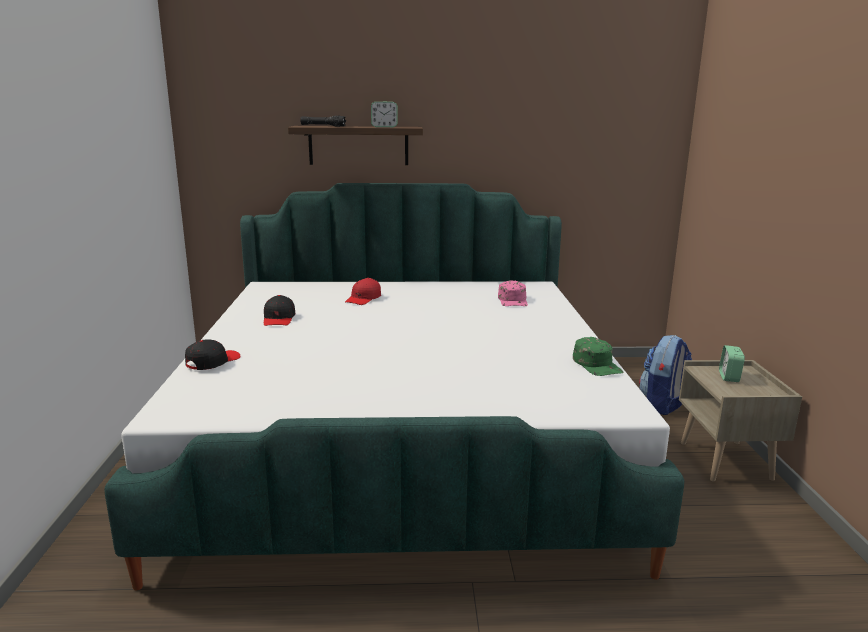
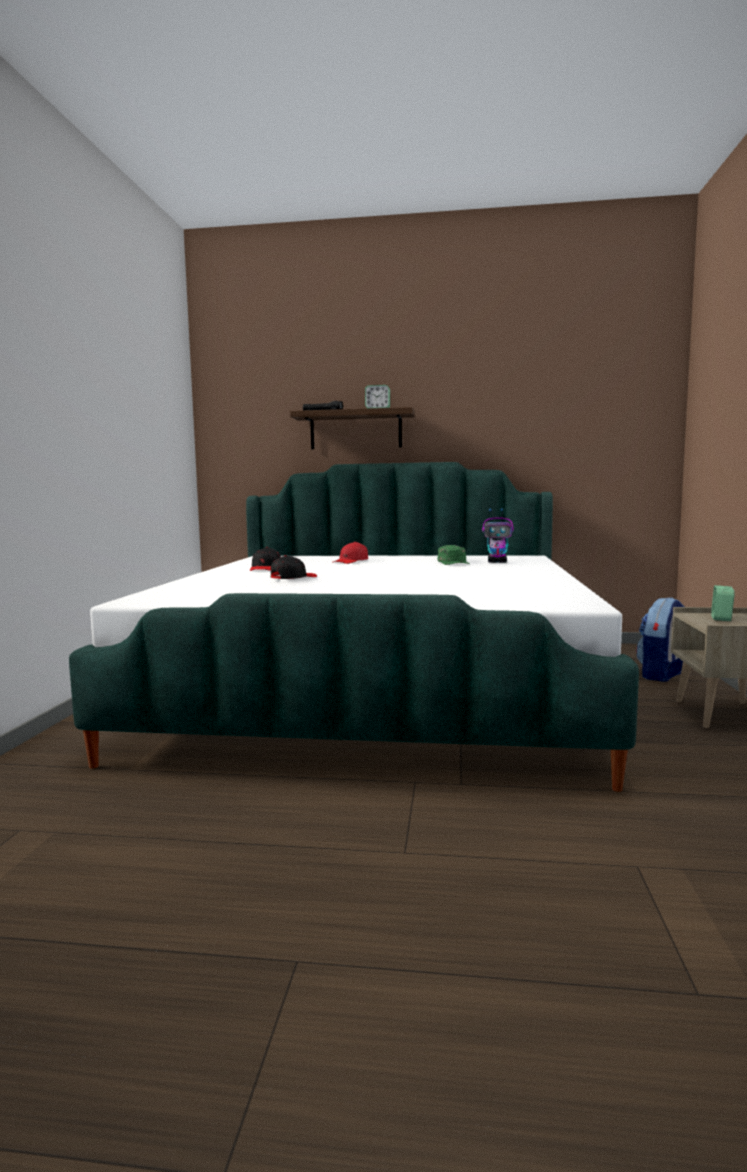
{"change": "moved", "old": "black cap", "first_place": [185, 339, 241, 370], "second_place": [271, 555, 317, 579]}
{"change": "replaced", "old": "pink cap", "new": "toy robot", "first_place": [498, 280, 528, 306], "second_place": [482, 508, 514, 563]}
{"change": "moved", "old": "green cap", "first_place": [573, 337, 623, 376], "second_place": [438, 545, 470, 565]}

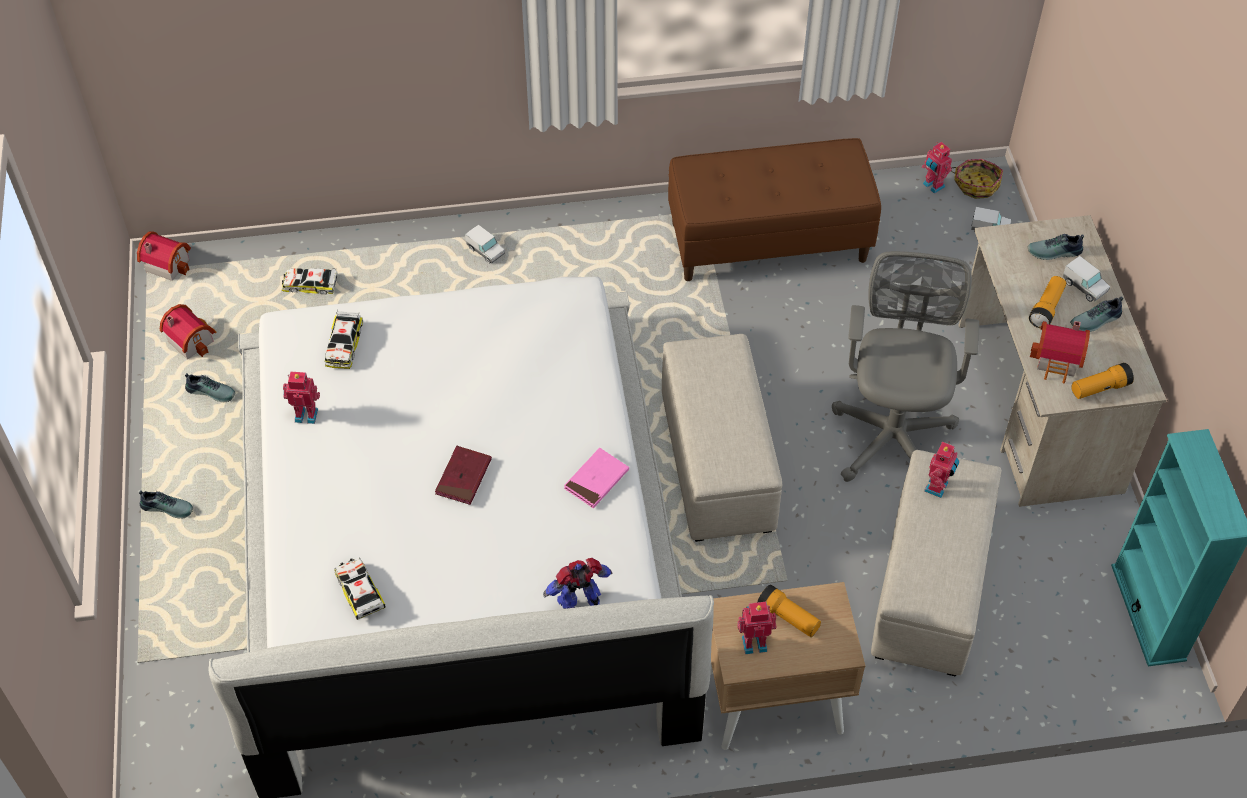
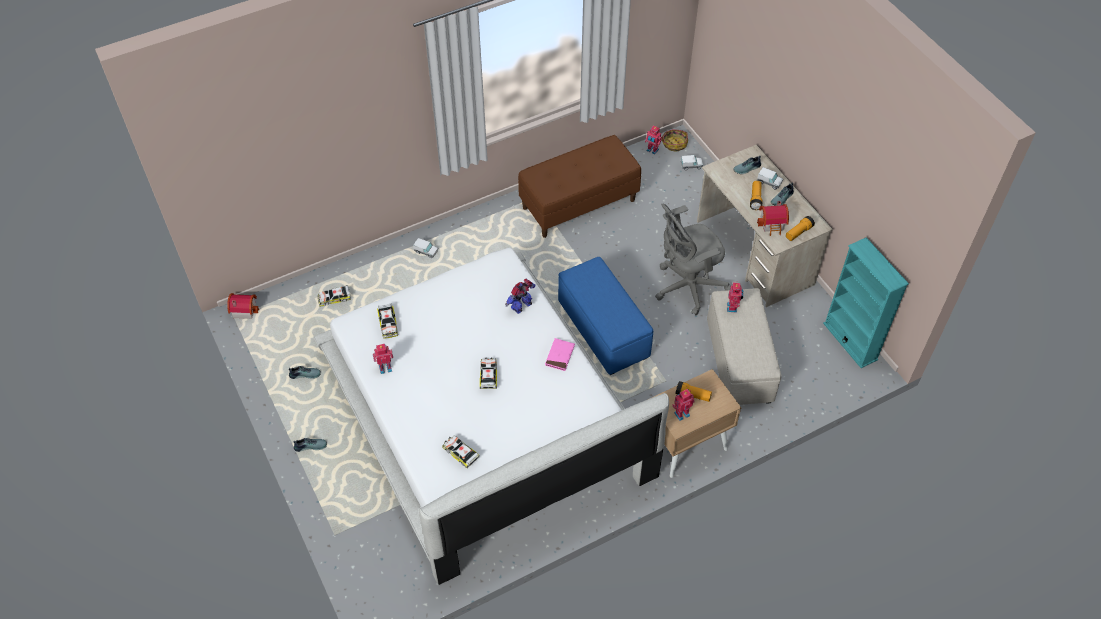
{"change": "removed", "old": "toy house", "first_place": [160, 304, 216, 359]}
{"change": "replaced", "old": "red book", "new": "toy car", "first_place": [435, 446, 492, 505], "second_place": [480, 357, 497, 389]}
{"change": "moved", "old": "toy robot", "first_place": [543, 558, 613, 609], "second_place": [505, 279, 535, 314]}
{"change": "recoloured", "old": "beige ottoman", "new": "blue ottoman", "first_place": [662, 334, 782, 542], "second_place": [558, 257, 653, 375]}
{"change": "turned", "old": "grey office chair", "first_place": [832, 251, 979, 482], "second_place": [655, 204, 731, 315], "degrees": -105}

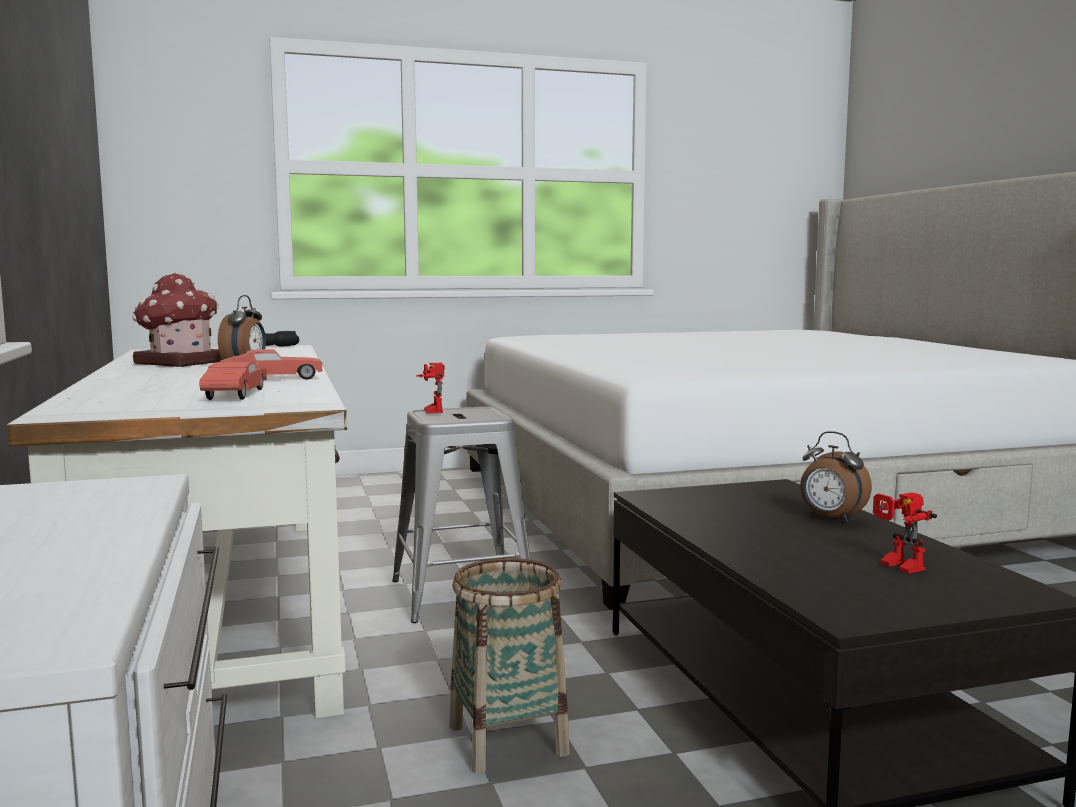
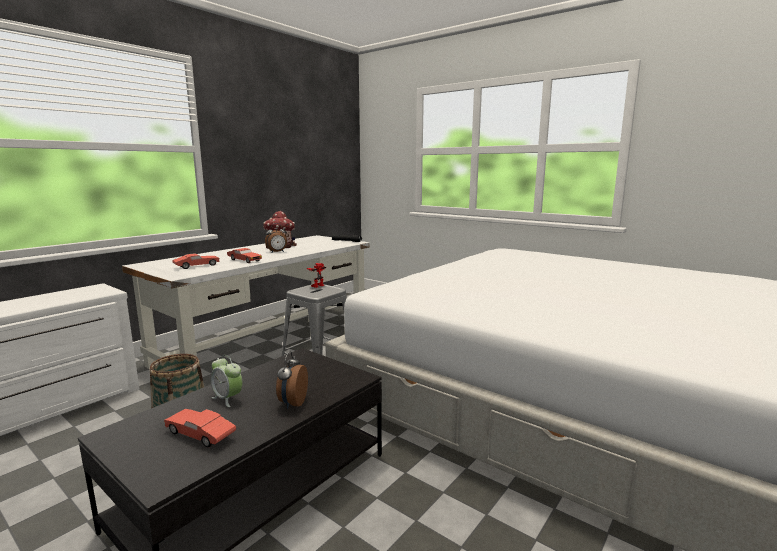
{"change": "replaced", "old": "toy robot", "new": "red toy car", "first_place": [873, 492, 937, 574], "second_place": [164, 409, 236, 447]}
{"change": "added", "new": "alarm clock", "second_place": [211, 355, 242, 407]}

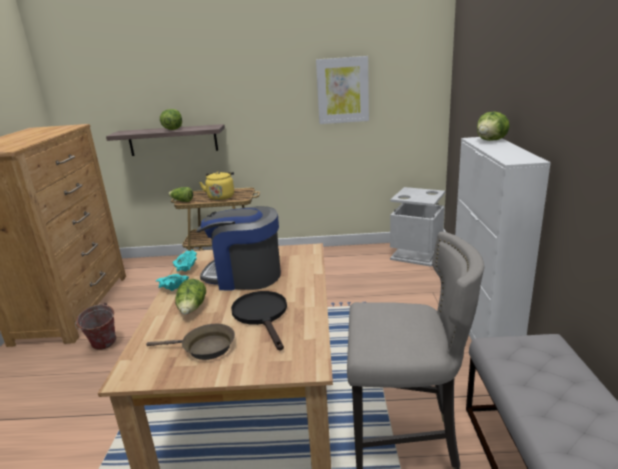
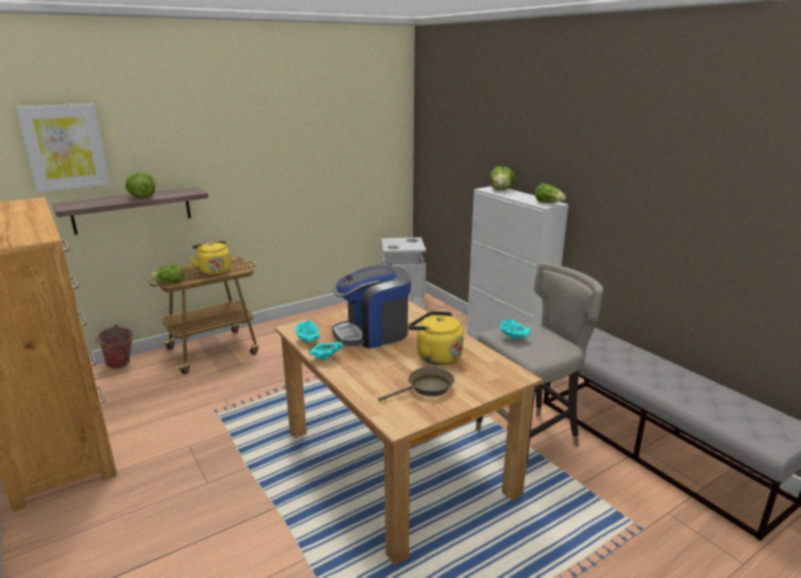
{"change": "moved", "old": "bucket", "first_place": [75, 302, 116, 350], "second_place": [95, 325, 133, 368]}
{"change": "moved", "old": "lettuce", "first_place": [175, 279, 206, 315], "second_place": [535, 183, 566, 203]}
{"change": "replaced", "old": "black frying pan", "new": "yellow kettle", "first_place": [231, 291, 287, 351], "second_place": [408, 311, 464, 365]}
{"change": "moved", "old": "picture", "first_place": [316, 56, 369, 124], "second_place": [16, 104, 110, 193]}
{"change": "added", "new": "turquoise bowl", "second_place": [500, 318, 531, 339]}

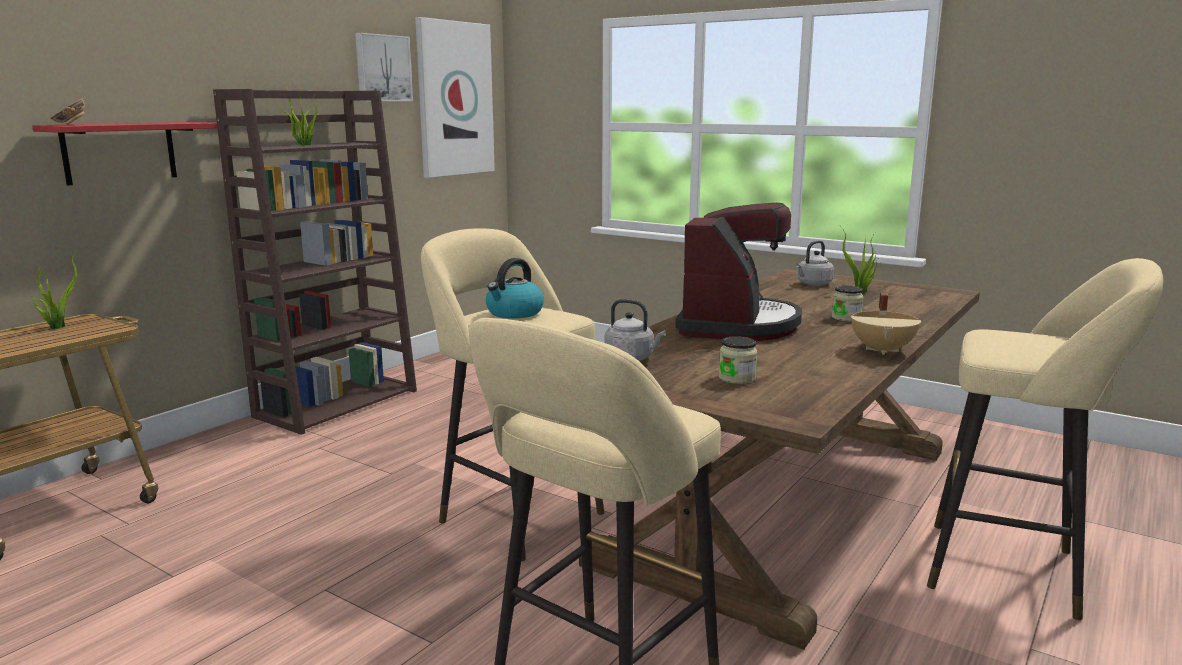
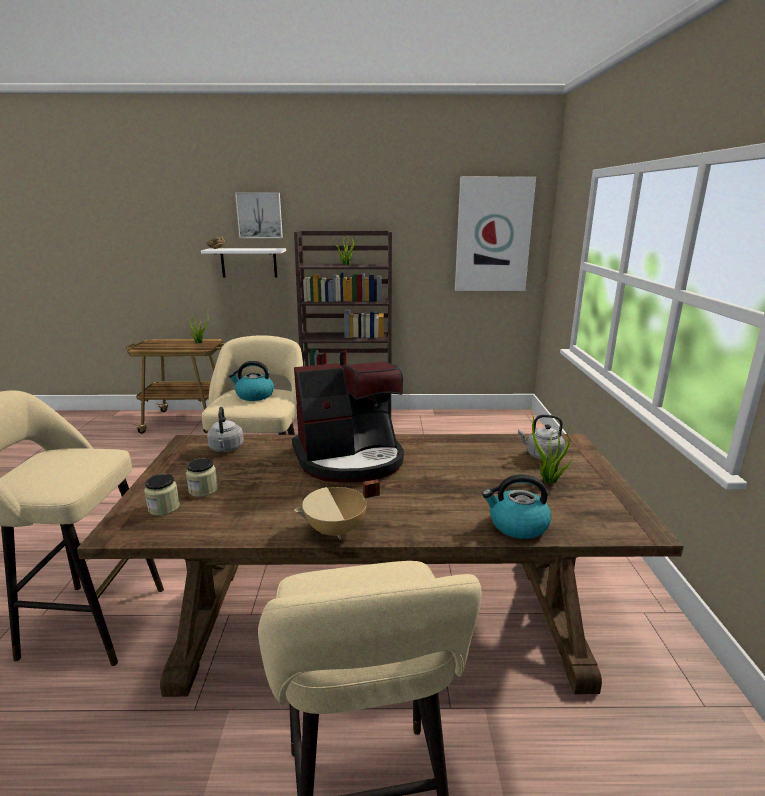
{"change": "recoloured", "old": "red shelf", "new": "white shelf", "first_place": [32, 122, 218, 186], "second_place": [201, 248, 286, 278]}
{"change": "moved", "old": "picture", "first_place": [355, 33, 413, 101], "second_place": [235, 192, 283, 238]}
{"change": "moved", "old": "jar", "first_place": [832, 285, 864, 321], "second_place": [144, 474, 180, 516]}
{"change": "added", "new": "kettle", "second_place": [482, 474, 551, 539]}

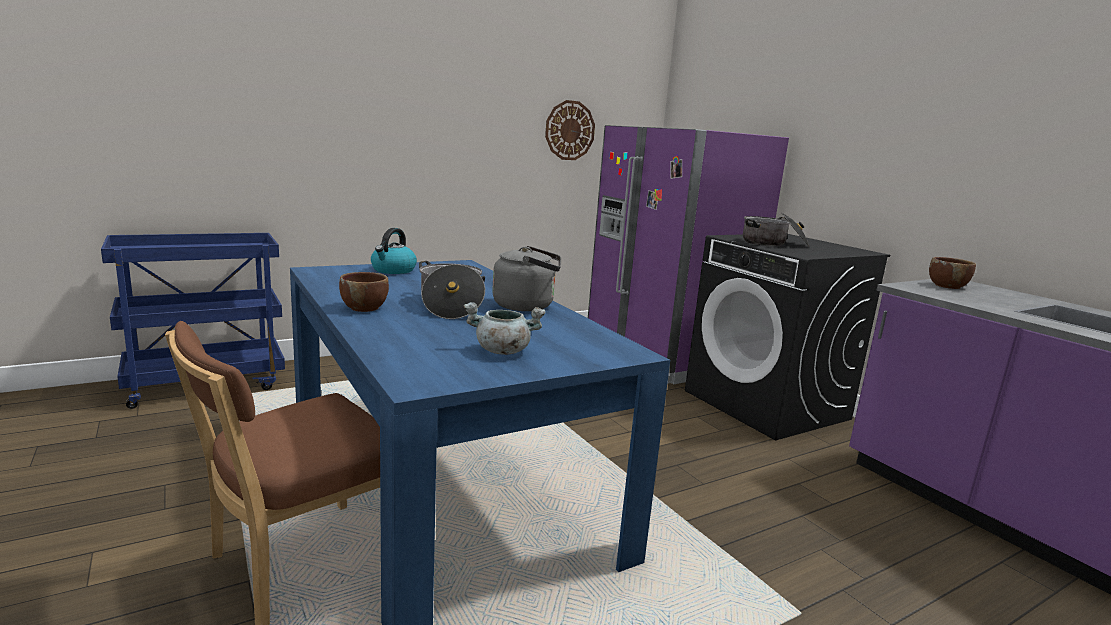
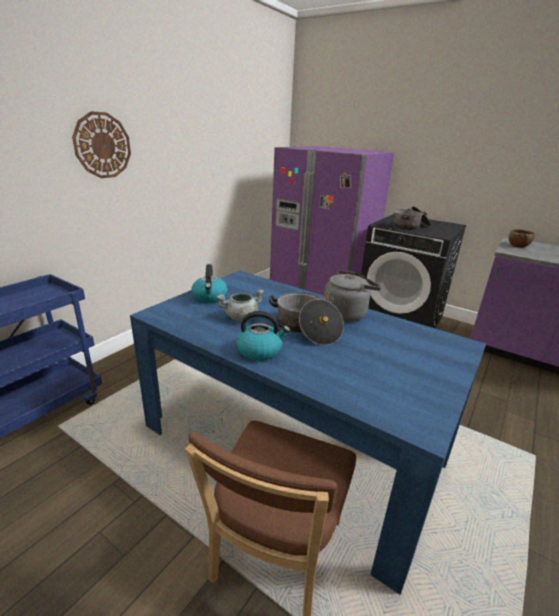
{"change": "replaced", "old": "brown bowl", "new": "kettle", "first_place": [339, 272, 389, 312], "second_place": [236, 311, 290, 361]}
{"change": "moved", "old": "grey cooking pot", "first_place": [464, 302, 545, 355], "second_place": [216, 289, 264, 321]}
{"change": "moved", "old": "wall clock", "first_place": [545, 100, 595, 160], "second_place": [72, 111, 131, 178]}

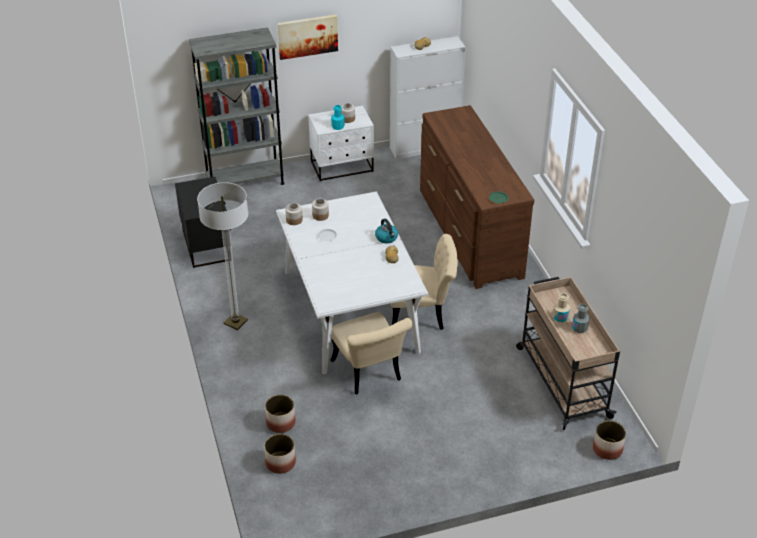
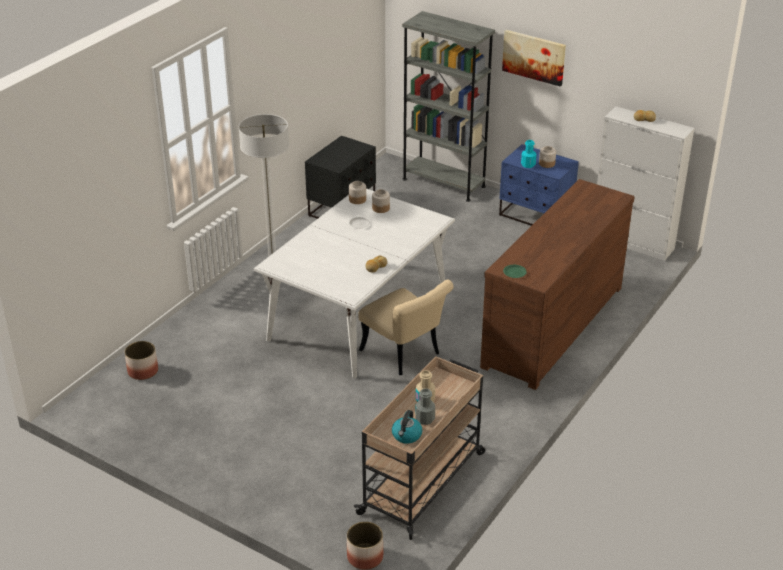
{"change": "removed", "old": "planter", "first_place": [265, 395, 295, 433]}
{"change": "recoloured", "old": "white nightstand", "new": "blue nightstand", "first_place": [308, 106, 374, 181], "second_place": [499, 144, 579, 226]}
{"change": "removed", "old": "beige chair", "first_place": [330, 312, 412, 395]}
{"change": "moved", "old": "kettle", "first_place": [375, 219, 398, 243], "second_place": [392, 410, 422, 444]}

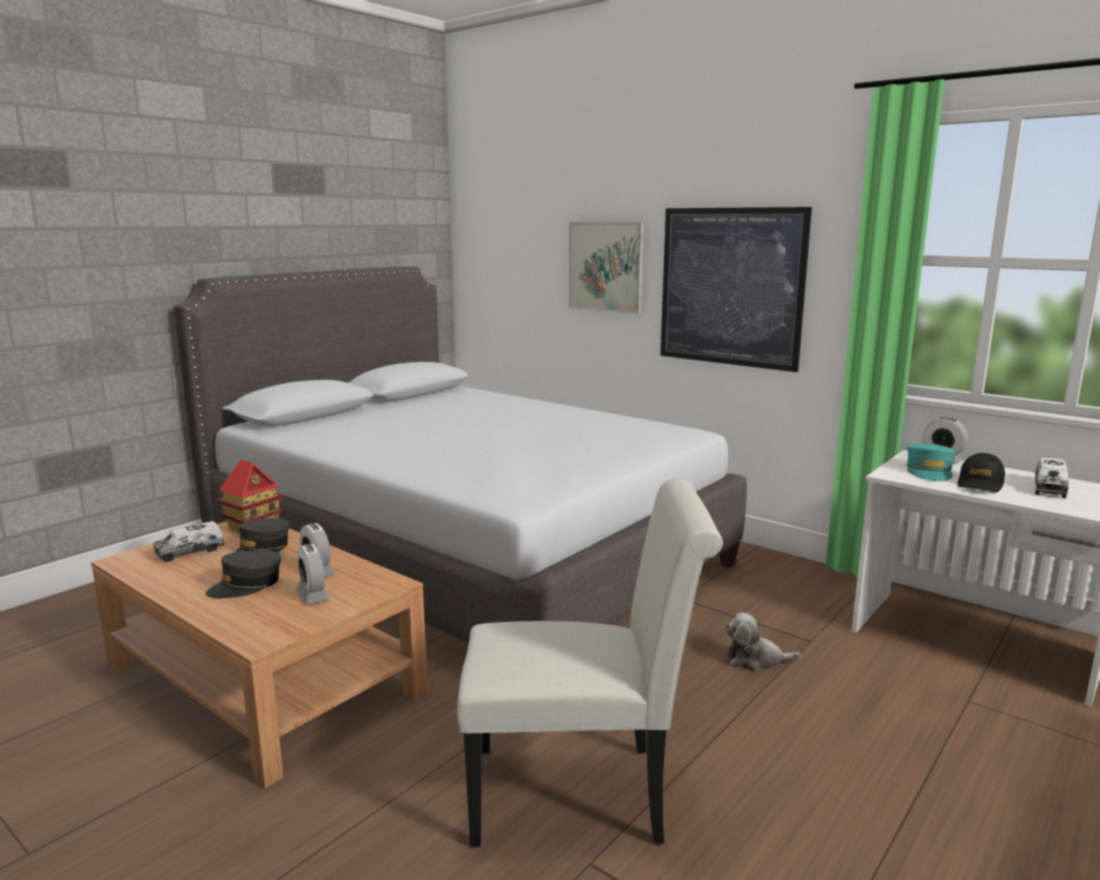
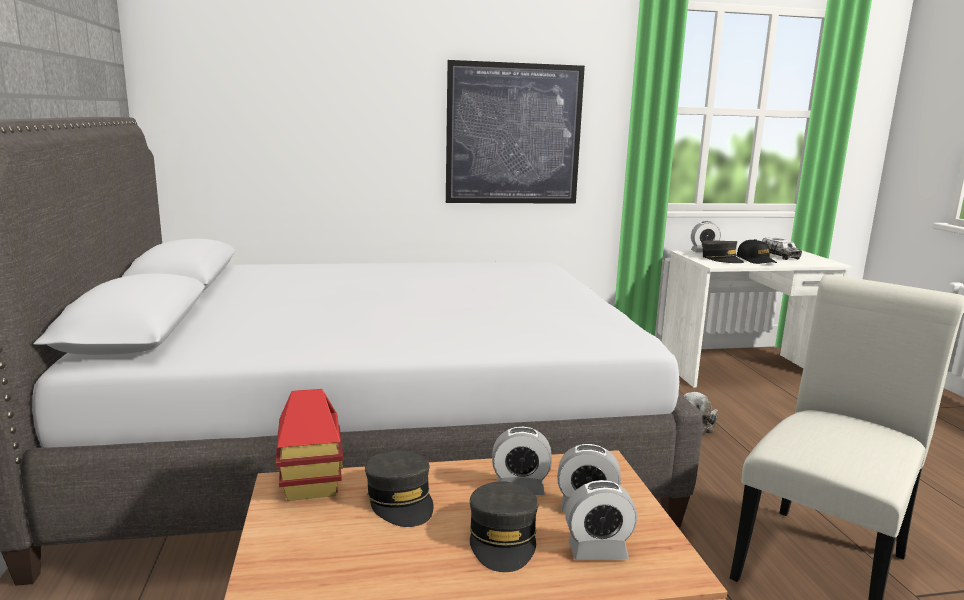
{"change": "removed", "old": "toy truck", "first_place": [154, 521, 225, 562]}
{"change": "removed", "old": "picture", "first_place": [569, 222, 644, 314]}
{"change": "recoloured", "old": "turquoise cap", "new": "grey cap", "first_place": [906, 443, 955, 481], "second_place": [702, 240, 744, 263]}
{"change": "added", "new": "alarm clock", "second_place": [565, 480, 637, 560]}

